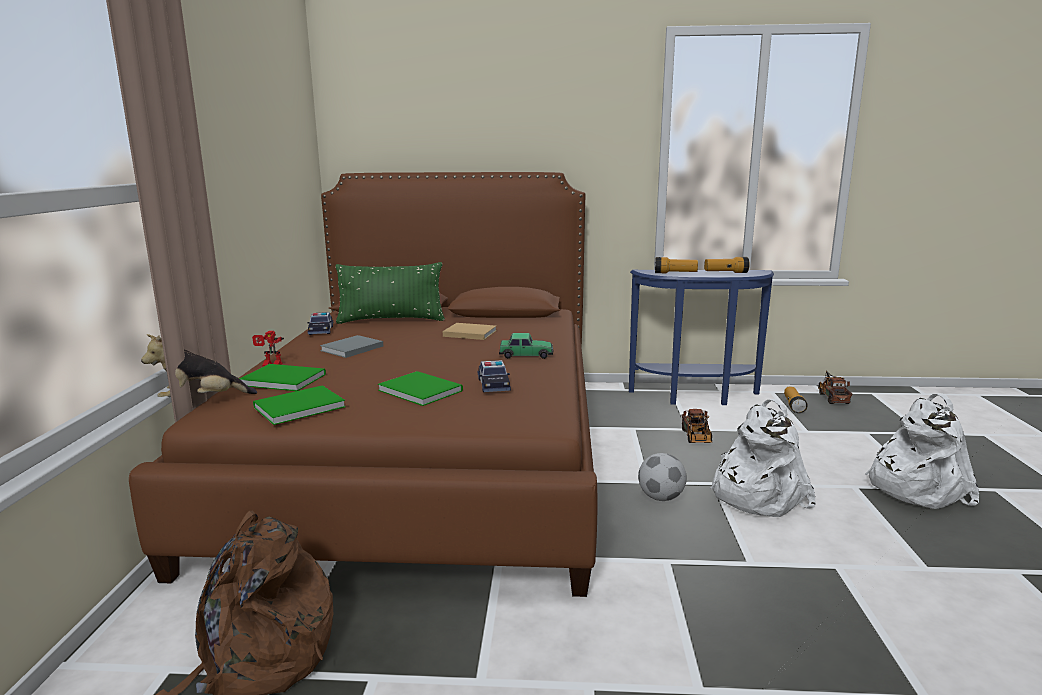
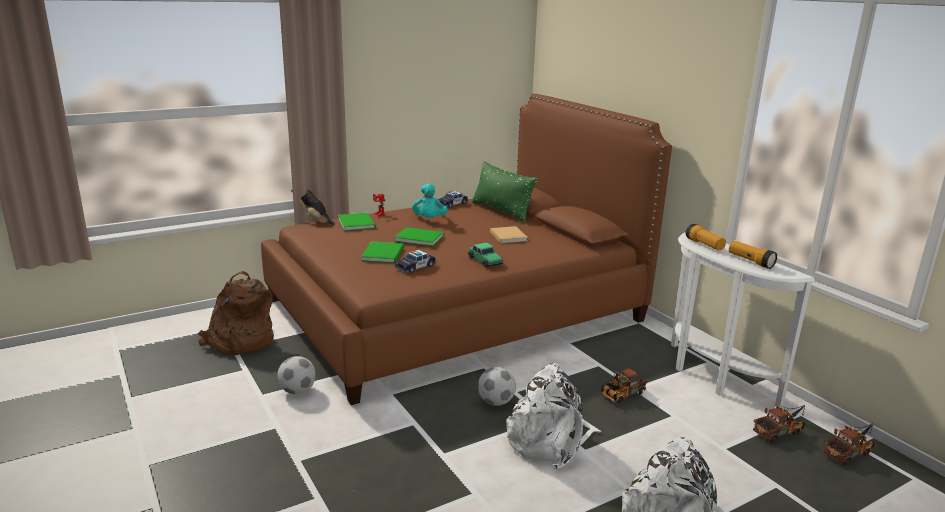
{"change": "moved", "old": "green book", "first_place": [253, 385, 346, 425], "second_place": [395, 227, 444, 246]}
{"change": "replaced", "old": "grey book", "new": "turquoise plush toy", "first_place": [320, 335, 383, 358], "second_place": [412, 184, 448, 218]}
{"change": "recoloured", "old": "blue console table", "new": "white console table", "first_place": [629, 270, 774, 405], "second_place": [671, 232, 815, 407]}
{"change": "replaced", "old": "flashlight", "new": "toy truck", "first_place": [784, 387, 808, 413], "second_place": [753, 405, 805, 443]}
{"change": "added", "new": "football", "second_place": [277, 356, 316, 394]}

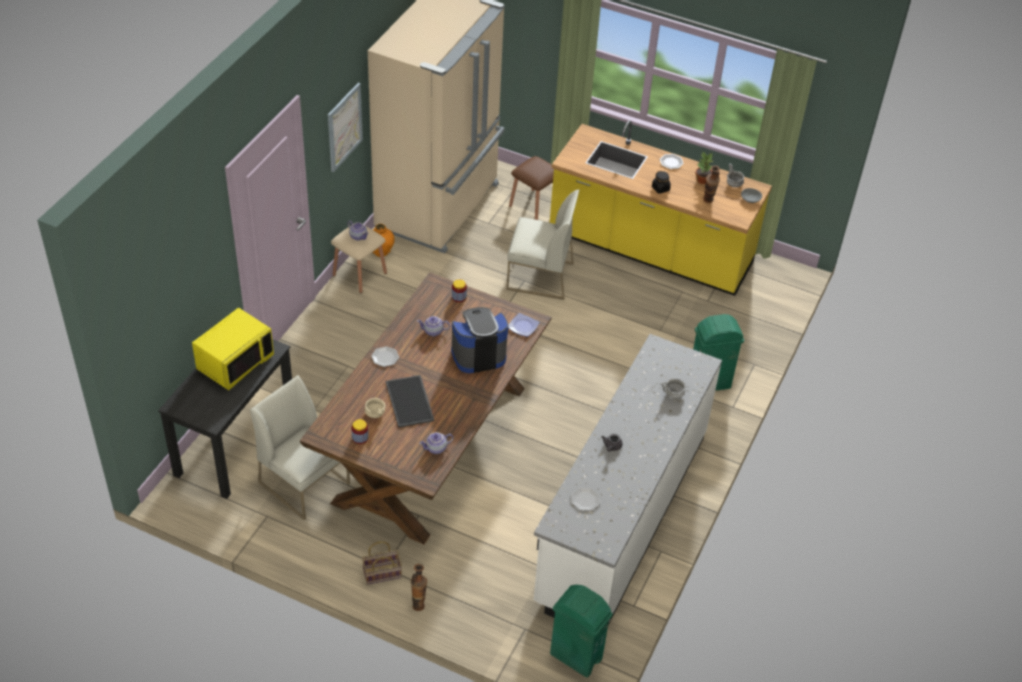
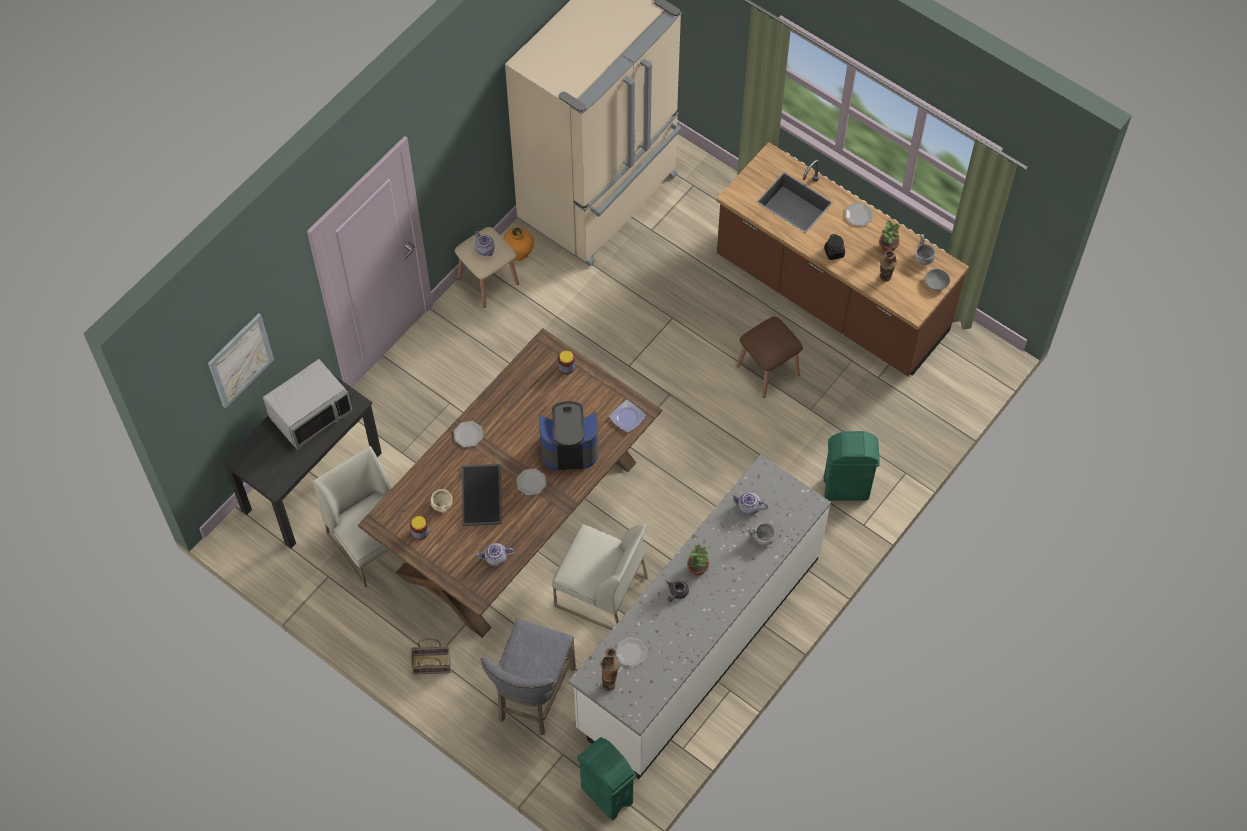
{"change": "recoloured", "old": "yellow microwave", "new": "grey microwave", "first_place": [192, 307, 274, 390], "second_place": [263, 359, 352, 450]}
{"change": "moved", "old": "picture", "first_place": [328, 83, 363, 172], "second_place": [208, 313, 274, 408]}
{"change": "moved", "old": "vase", "first_place": [411, 564, 427, 611], "second_place": [601, 648, 619, 691]}
{"change": "moved", "old": "teapot", "first_place": [417, 316, 450, 336], "second_place": [731, 492, 768, 515]}
{"change": "moved", "old": "white chair", "first_place": [507, 190, 579, 300], "second_place": [552, 524, 648, 630]}
{"change": "moved", "old": "brown stool", "first_place": [509, 156, 554, 220], "second_place": [736, 316, 803, 398]}
{"change": "recoloured", "old": "yellow counter", "new": "brown counter", "first_place": [550, 120, 772, 296], "second_place": [716, 142, 969, 376]}
{"change": "added", "new": "grey stool", "second_place": [481, 618, 576, 735]}
{"change": "added", "new": "plate", "second_place": [517, 468, 547, 495]}
{"change": "added", "new": "potted plant", "second_place": [687, 544, 709, 576]}

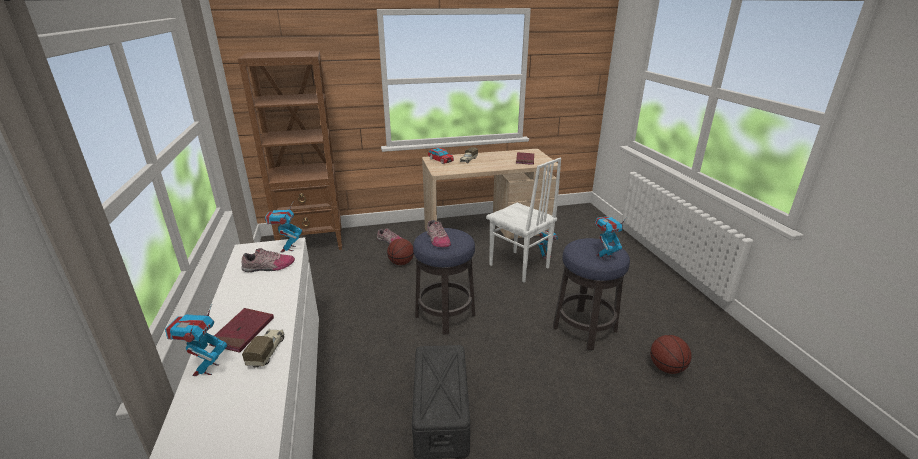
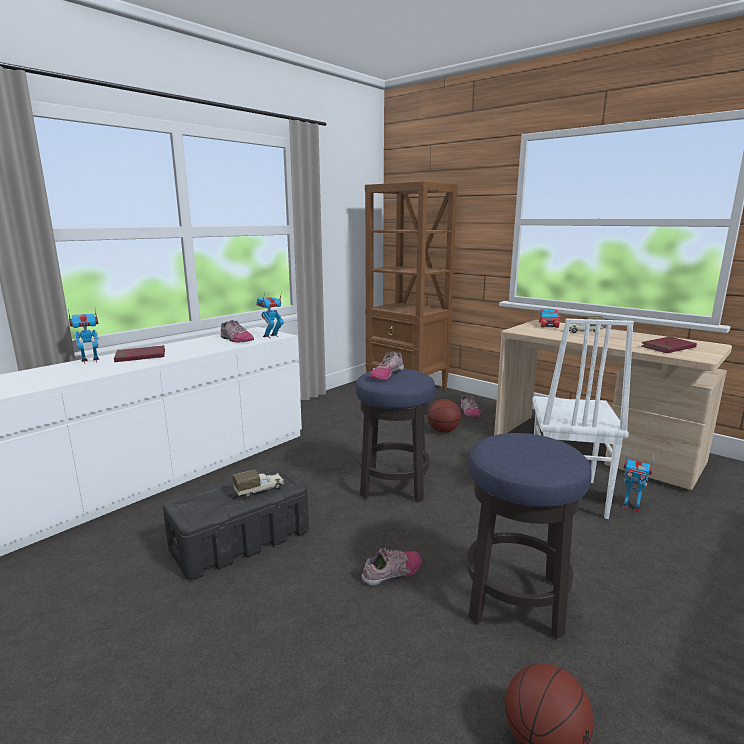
{"change": "moved", "old": "toy truck", "first_place": [242, 329, 285, 368], "second_place": [232, 470, 284, 497]}
{"change": "removed", "old": "toy robot", "first_place": [595, 216, 627, 261]}
{"change": "added", "new": "shoe", "second_place": [361, 548, 421, 586]}

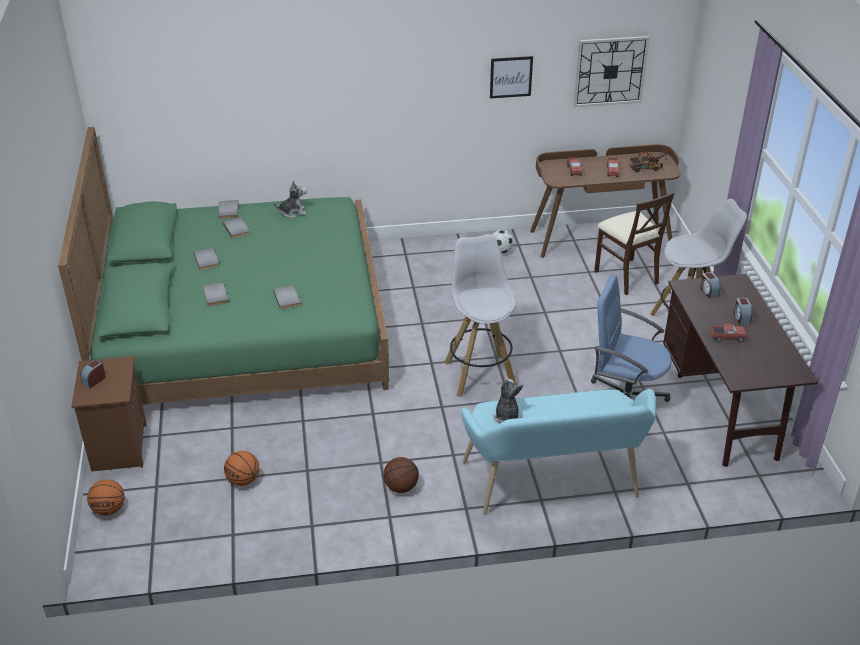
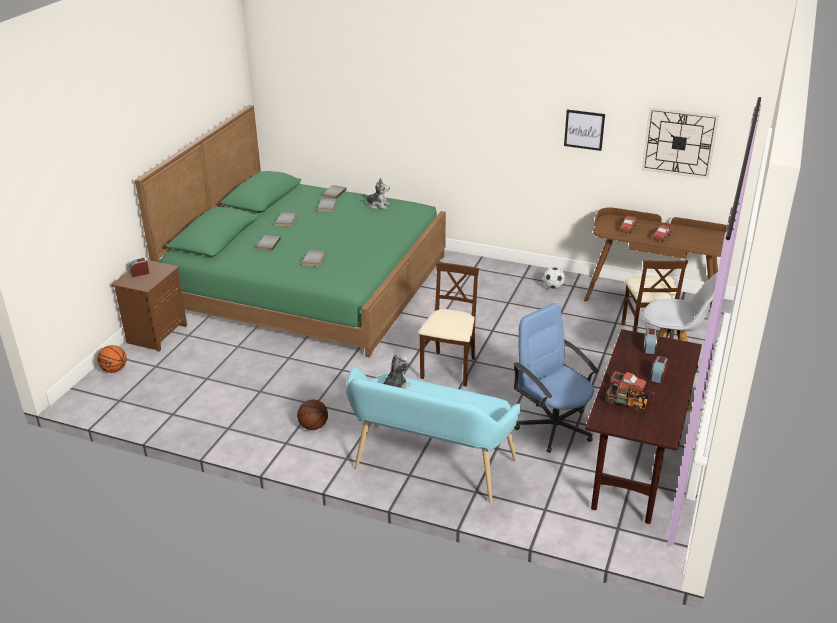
{"change": "removed", "old": "basketball", "first_place": [224, 451, 259, 486]}
{"change": "replaced", "old": "white stool", "new": "beige chair", "first_place": [444, 234, 517, 397], "second_place": [418, 262, 479, 387]}
{"change": "moved", "old": "toy truck", "first_place": [629, 151, 667, 173], "second_place": [606, 381, 655, 410]}

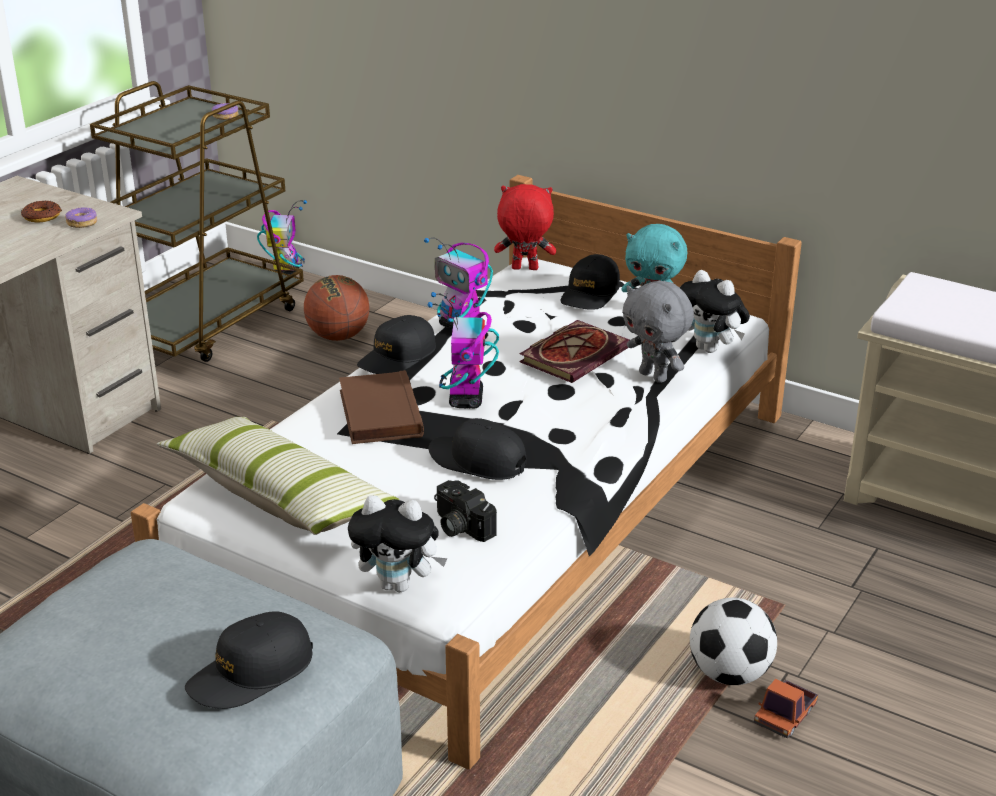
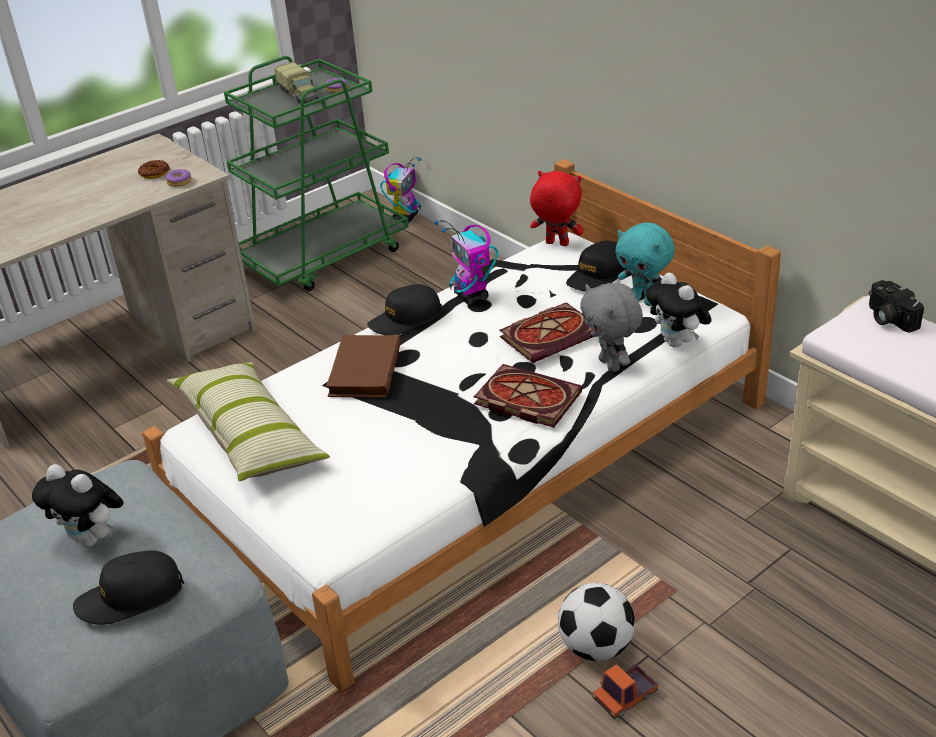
{"change": "recoloured", "old": "brown cart", "new": "green cart", "first_place": [90, 81, 304, 362], "second_place": [224, 56, 408, 291]}
{"change": "removed", "old": "basketball", "first_place": [304, 275, 370, 341]}
{"change": "moved", "old": "plush toy", "first_place": [348, 495, 448, 592], "second_place": [32, 464, 123, 547]}
{"change": "removed", "old": "toy robot", "first_place": [427, 292, 499, 409]}
{"change": "removed", "old": "black cap", "first_place": [428, 418, 527, 480]}
{"change": "moved", "old": "photo camera", "first_place": [434, 480, 497, 542], "second_place": [869, 280, 924, 333]}
{"change": "added", "new": "toy truck", "second_place": [274, 62, 319, 104]}
{"change": "added", "new": "book", "second_place": [474, 364, 582, 428]}

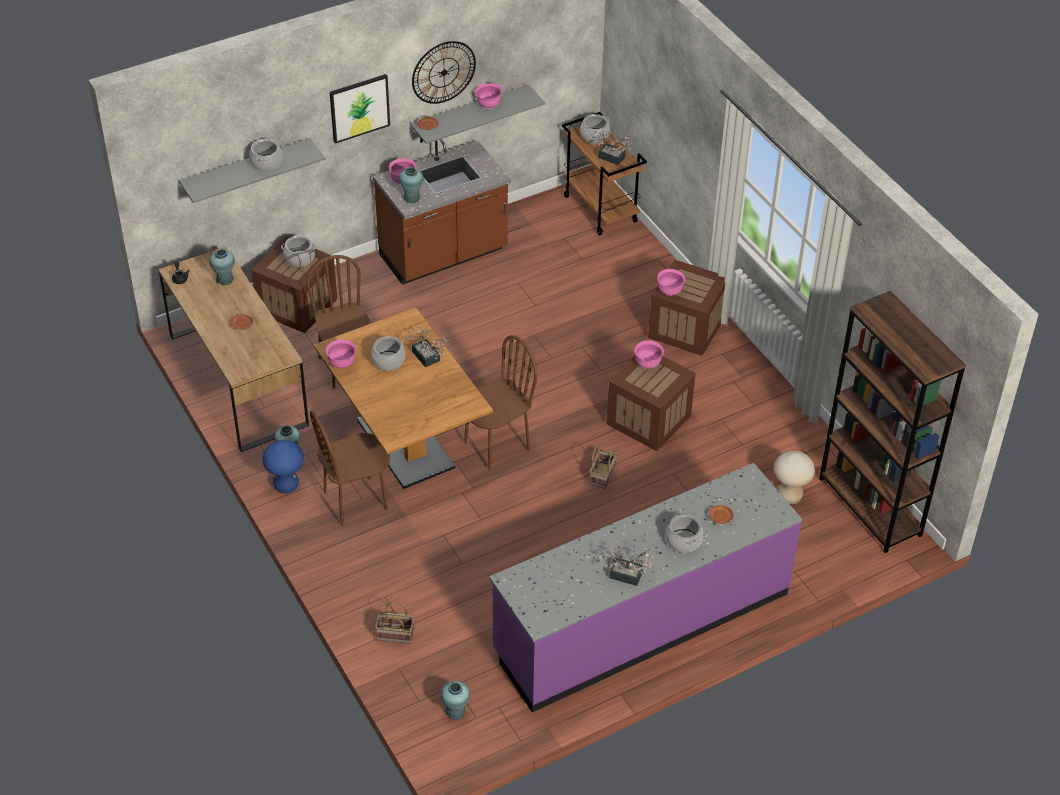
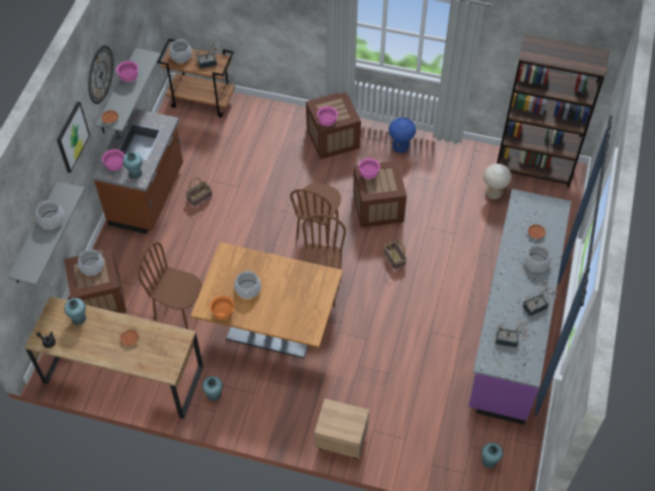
{"change": "moved", "old": "blue stool", "first_place": [262, 440, 304, 494], "second_place": [389, 117, 416, 153]}
{"change": "moved", "old": "brown chair", "first_place": [310, 410, 390, 526], "second_place": [290, 183, 341, 243]}
{"change": "recoloured", "old": "pink bowl", "new": "orange bowl", "first_place": [326, 340, 356, 368], "second_place": [210, 295, 234, 320]}
{"change": "moved", "old": "basket", "first_place": [375, 602, 414, 644], "second_place": [185, 177, 212, 207]}
{"change": "moved", "old": "potted plant", "first_place": [407, 326, 448, 367], "second_place": [492, 320, 530, 347]}
{"change": "added", "new": "beige nightstand", "second_place": [314, 398, 369, 459]}

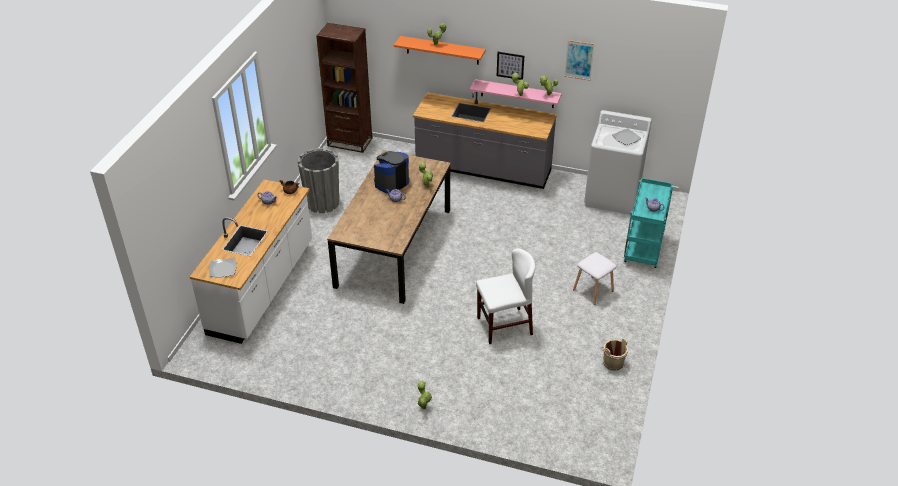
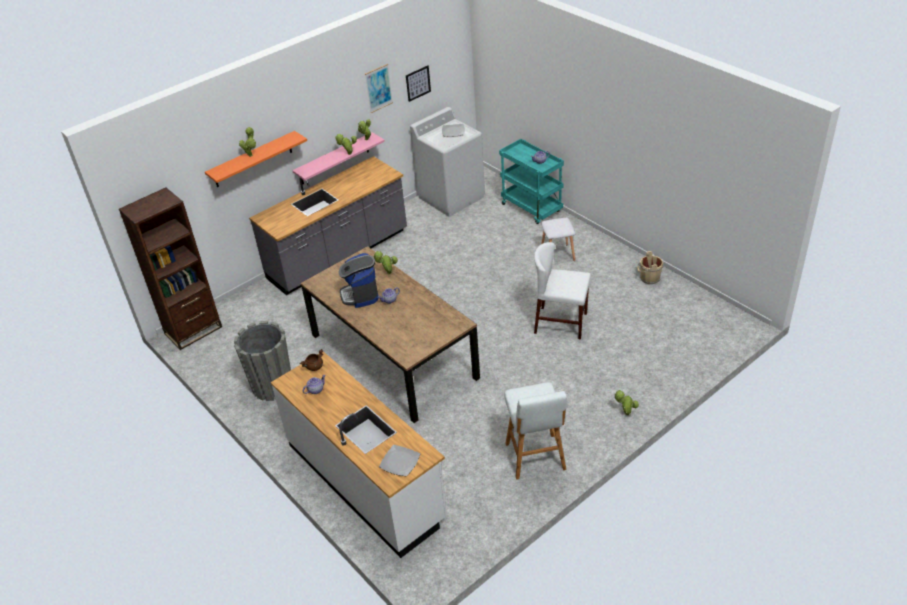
{"change": "turned", "old": "white chair", "first_place": [476, 248, 535, 344], "second_place": [534, 242, 591, 339], "degrees": -90}
{"change": "moved", "old": "picture", "first_place": [497, 52, 524, 80], "second_place": [406, 66, 431, 102]}
{"change": "added", "new": "white stool", "second_place": [504, 382, 567, 480]}

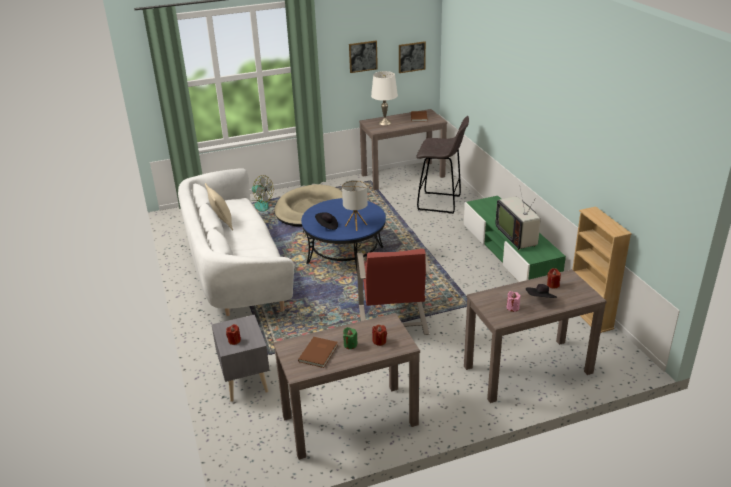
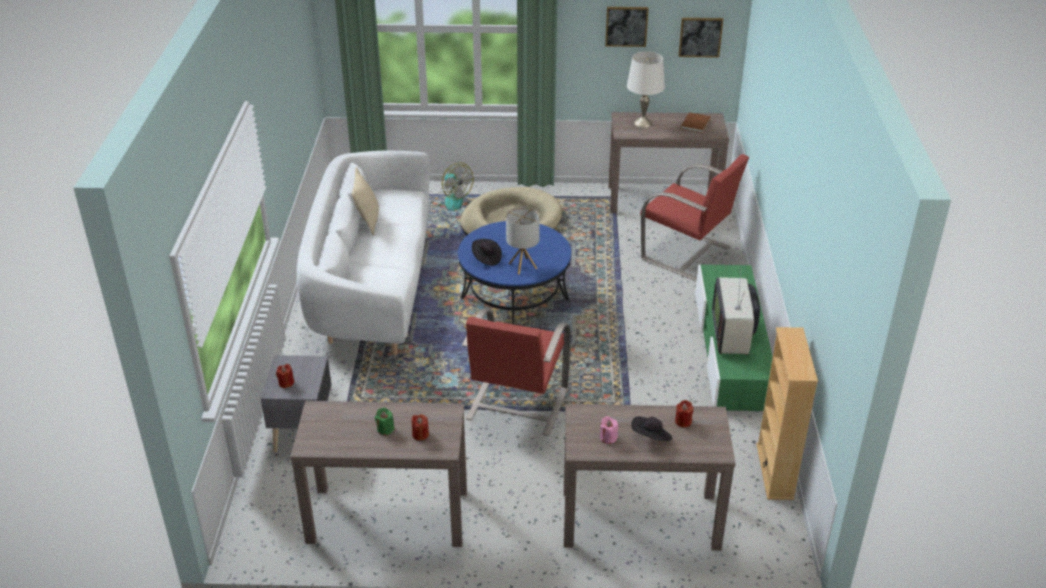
{"change": "removed", "old": "brown book", "first_place": [298, 337, 338, 368]}
{"change": "replaced", "old": "grey stool", "new": "red armchair", "first_place": [416, 116, 469, 214], "second_place": [640, 154, 749, 281]}

